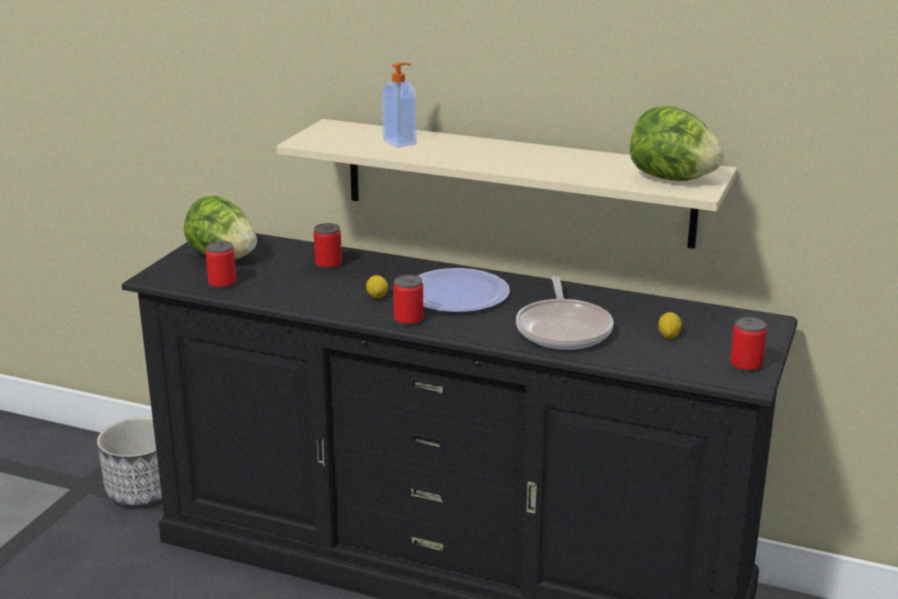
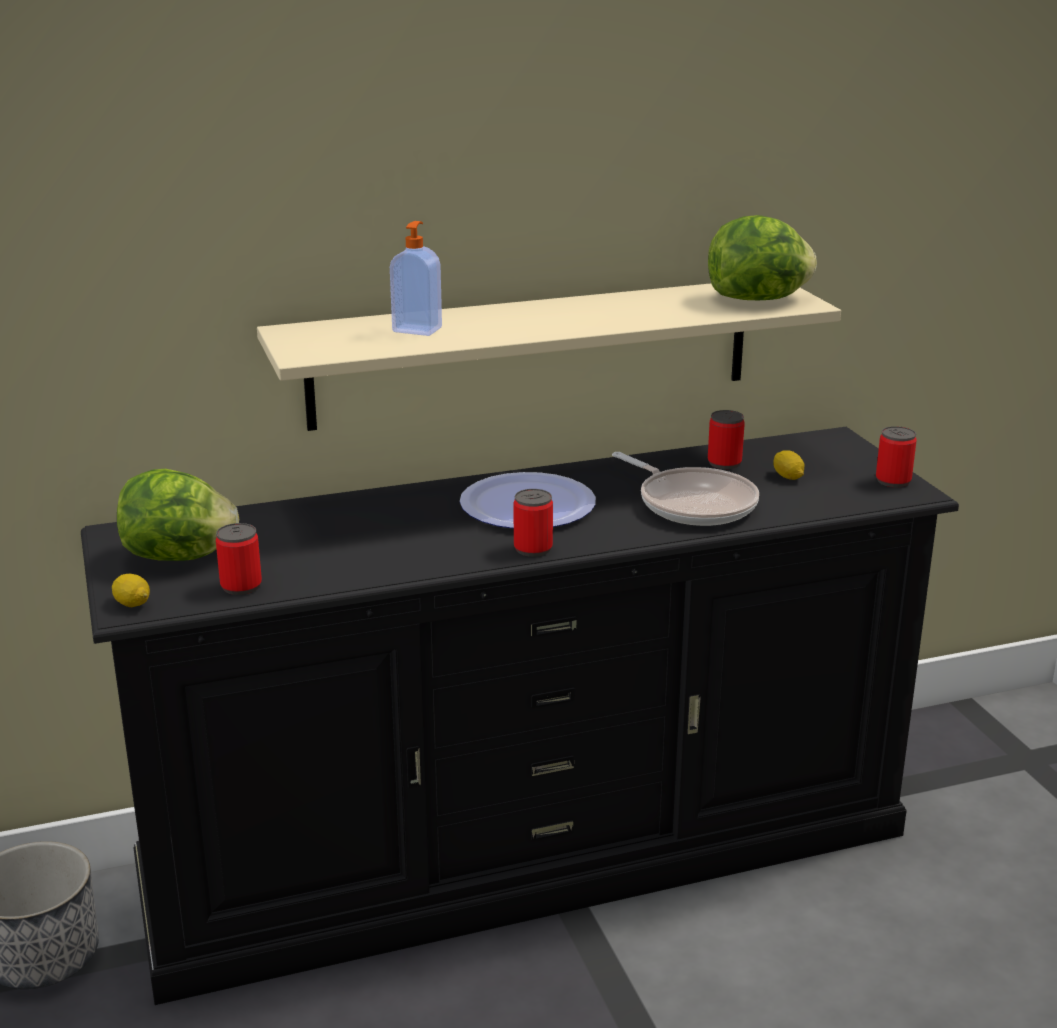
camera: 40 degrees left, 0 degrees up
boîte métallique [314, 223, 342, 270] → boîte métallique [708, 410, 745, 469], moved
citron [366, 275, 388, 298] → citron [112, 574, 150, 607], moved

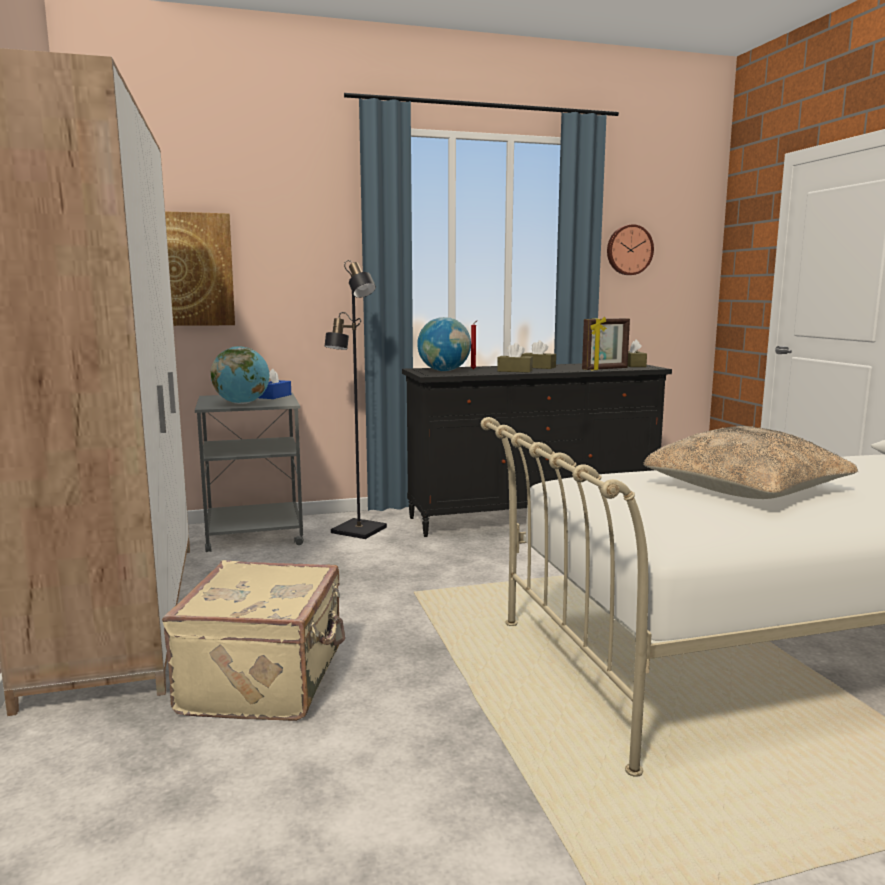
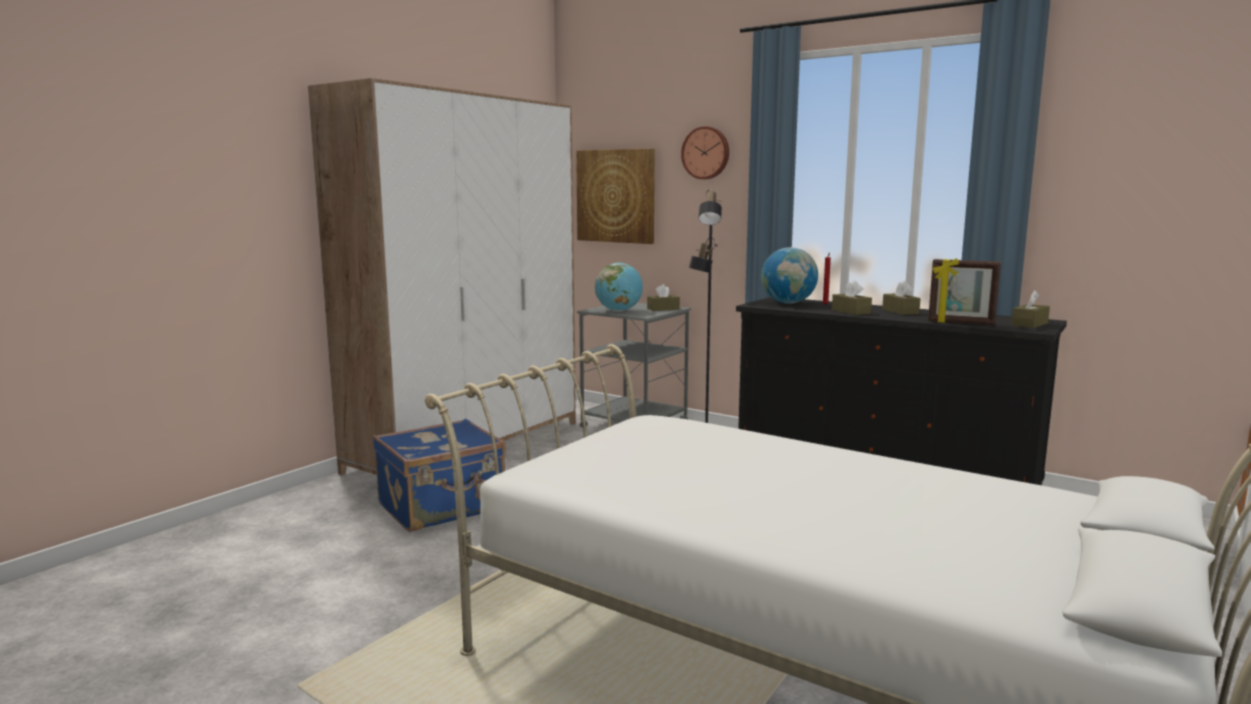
camera: 50 degrees right, 0 degrees up
coussin [beige] [643, 426, 859, 499] → -
horloge murale [607, 224, 654, 275] → horloge murale [681, 126, 729, 179], moved
valise [beige] [162, 560, 345, 721] → valise [bleu] [373, 419, 506, 532]
boîte à mouchoirs [bleu] [259, 369, 291, 399] → boîte à mouchoirs [marron] [647, 284, 680, 311]

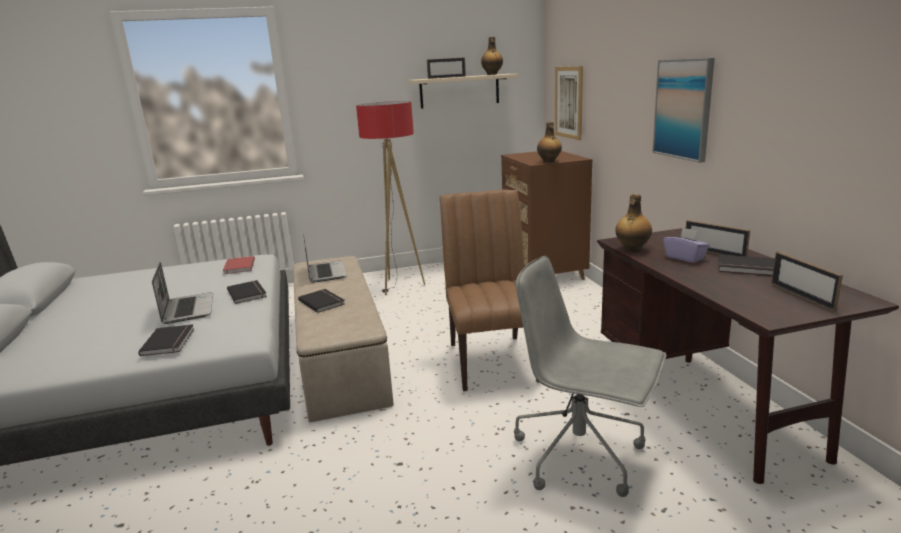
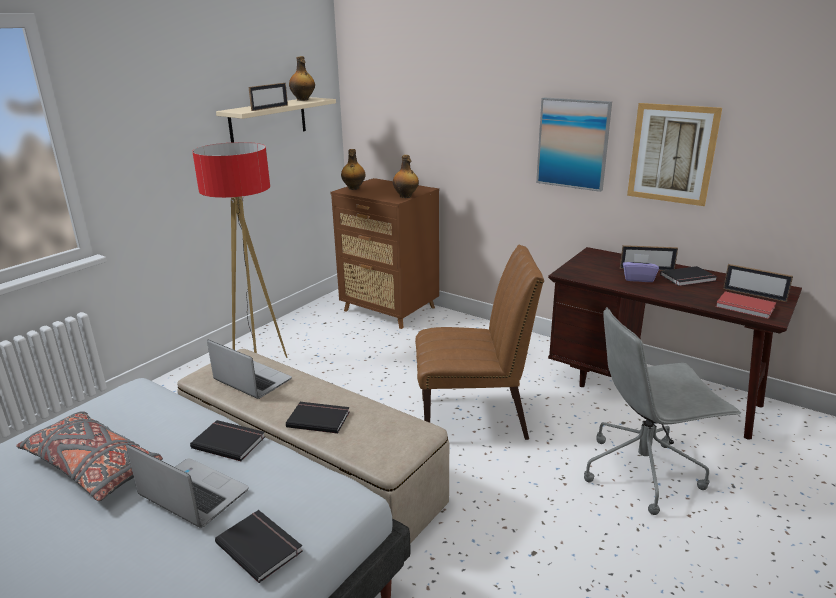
camera: 40 degrees left, 5 degrees up
- → coussin [gris] [16, 411, 163, 501]
livre [rouge] [223, 256, 255, 274] → livre [rouge] [716, 291, 776, 319], moved
tableau [555, 66, 583, 140] → tableau [627, 103, 722, 206], moved
bouteille [615, 194, 652, 252] → bouteille [341, 149, 365, 190], moved
chaise [marron] [440, 190, 539, 391] → chaise [marron] [415, 245, 544, 440], 135 degrees clockwise

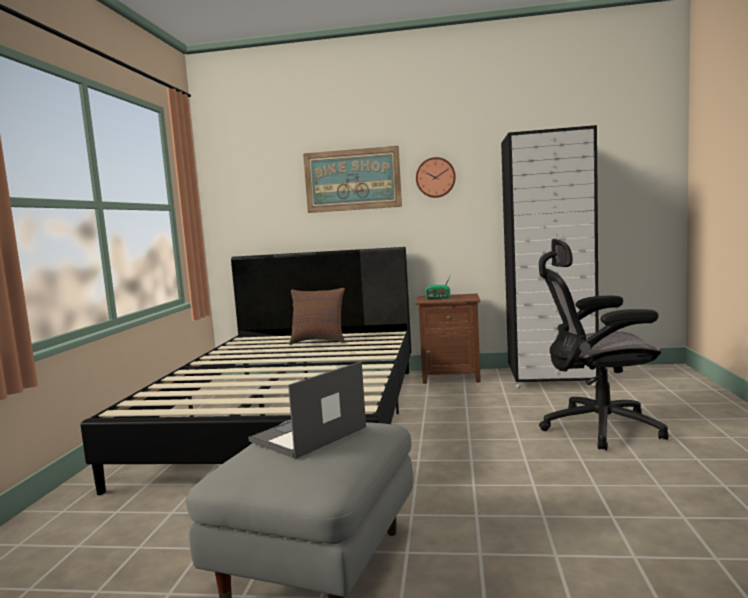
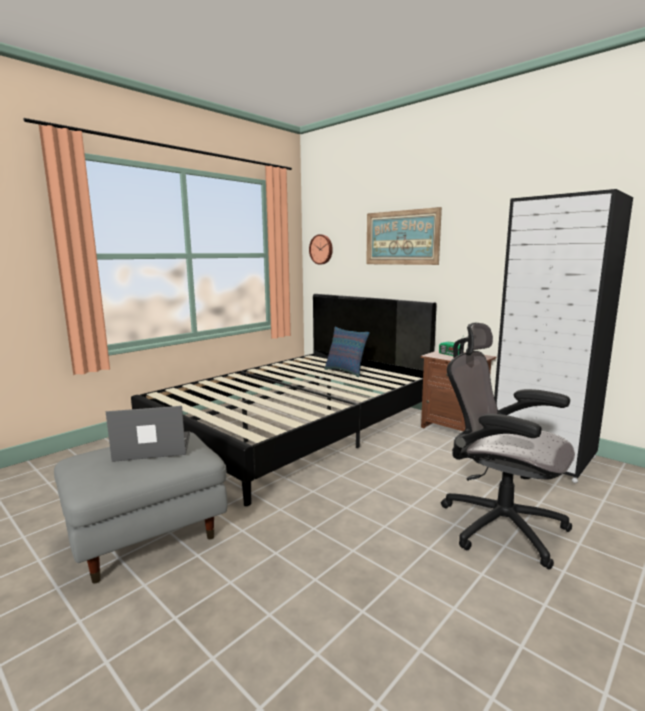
camera: 35 degrees right, 5 degrees up
horloge murale [416, 157, 456, 198] → horloge murale [309, 234, 333, 264], moved
coussin [marron] [289, 288, 345, 345] → coussin [bleu] [325, 327, 370, 377]

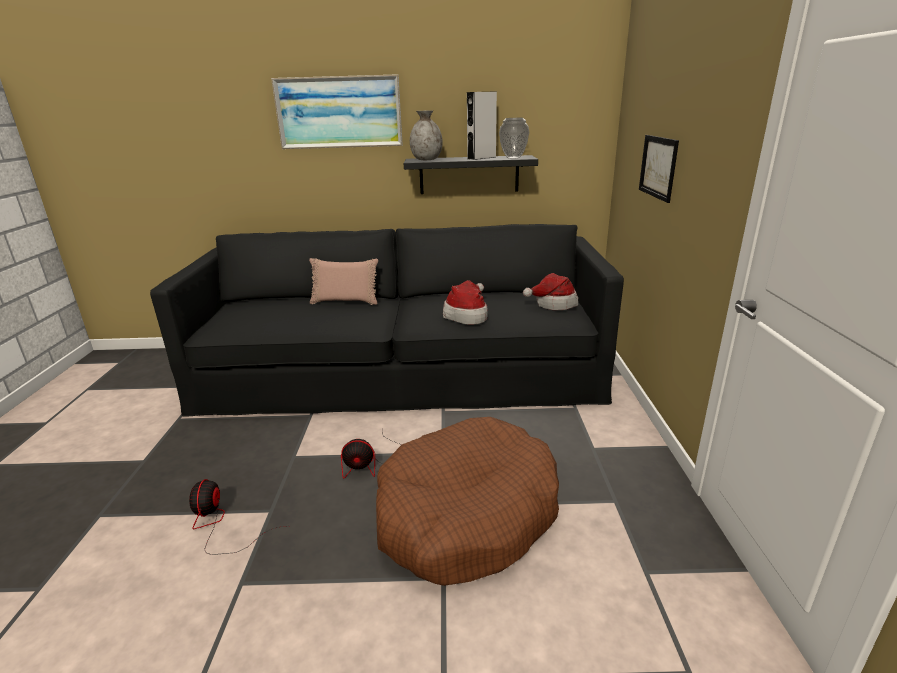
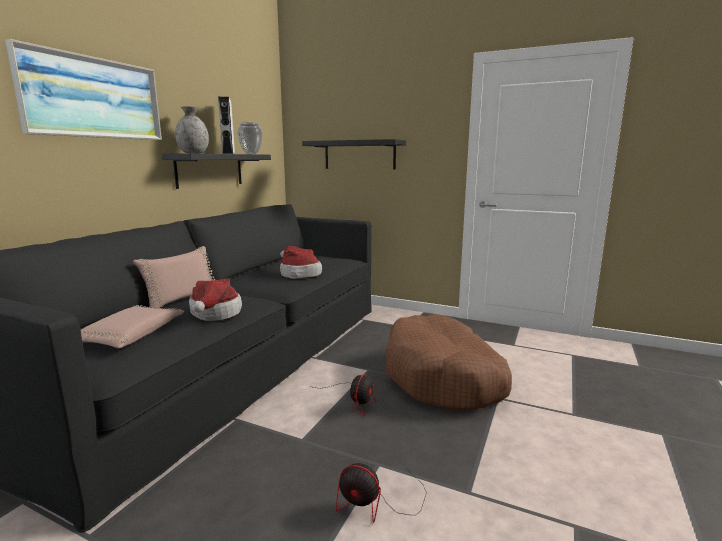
camera: 65 degrees left, 10 degrees down
- → coussin [beige] [81, 305, 184, 348]
chapeau [523, 273, 578, 310] → chapeau [189, 279, 242, 321], moved
tableau [639, 135, 679, 203] → étagère [noir] [302, 139, 406, 169]

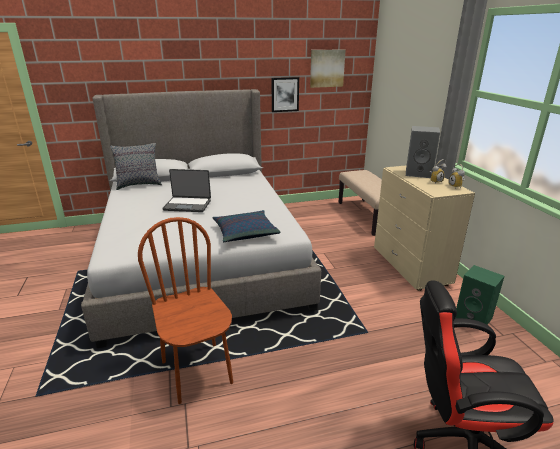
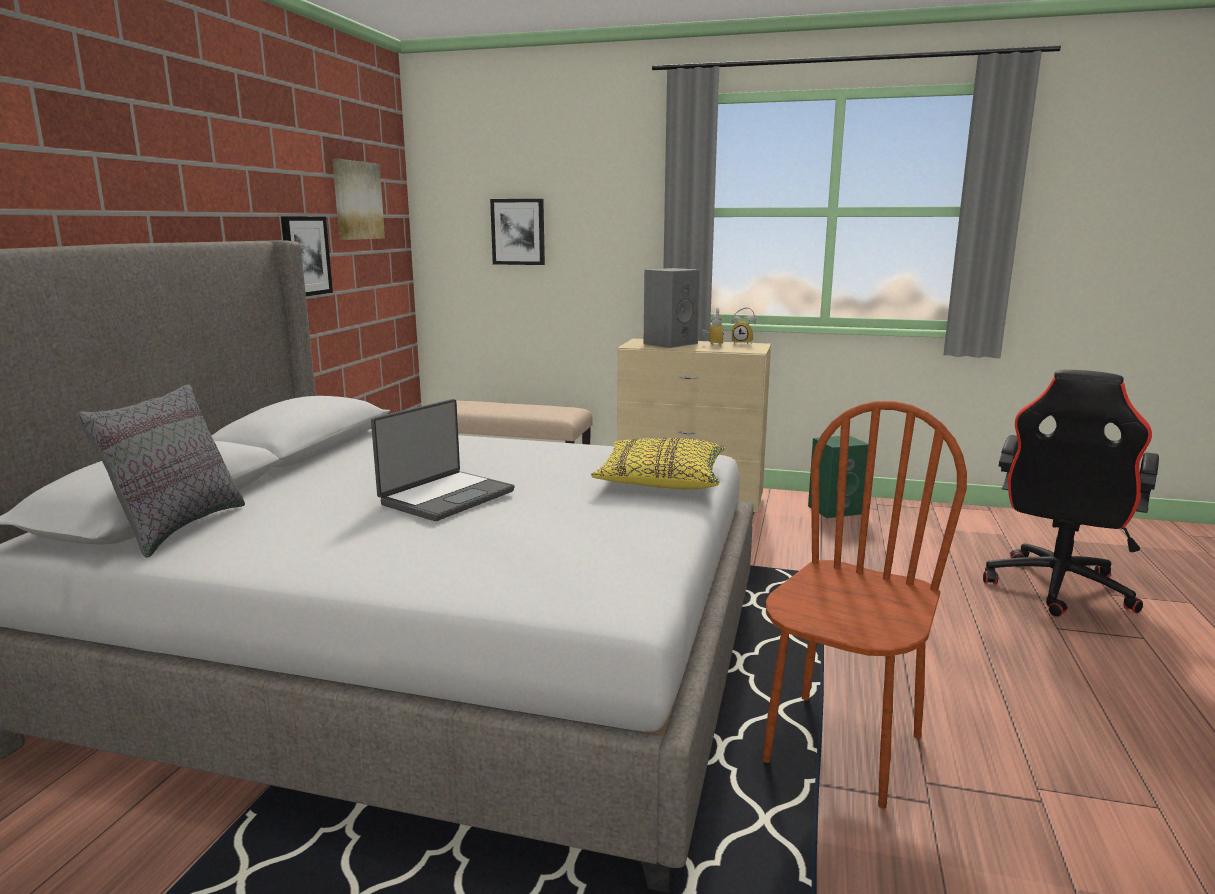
camera: 60 degrees left, 10 degrees down
- → tableau [490, 199, 545, 265]
coussin [bleu] [212, 210, 281, 242] → coussin [jaune] [591, 438, 725, 489]
chaise [marron] [138, 217, 233, 404] → chaise [marron] [763, 401, 967, 809], 120 degrees clockwise

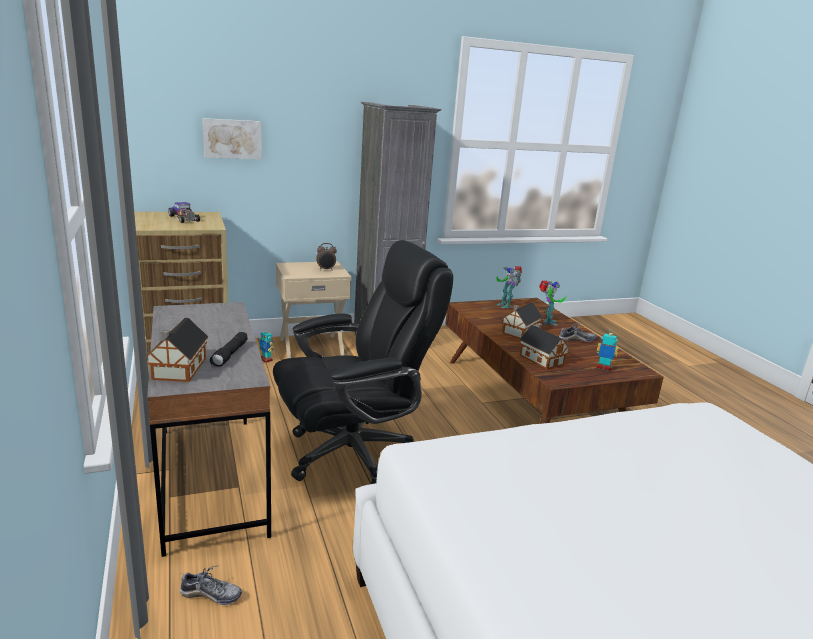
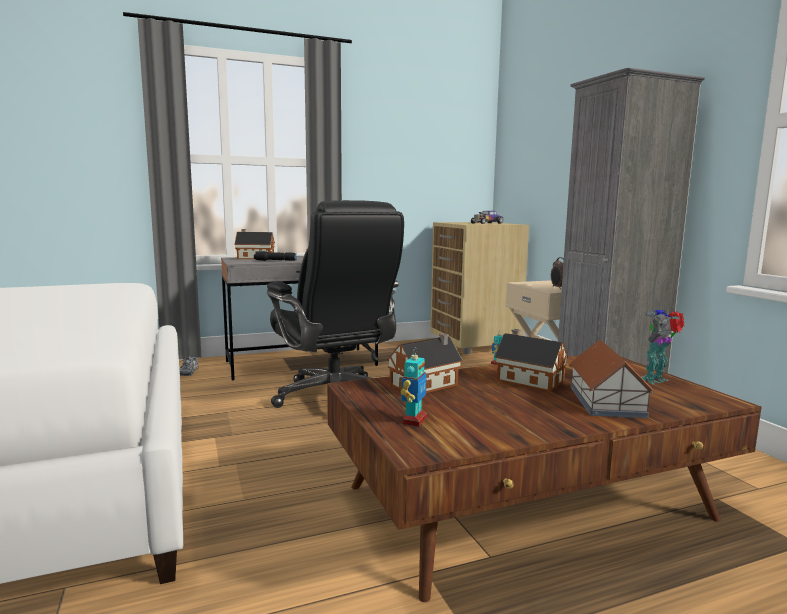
camera: 90 degrees right, 10 degrees down
tableau [203, 118, 262, 159] → -
chaussure [559, 322, 596, 342] → -
robot jouet [539, 280, 566, 325] → maison miniature [569, 339, 654, 418]

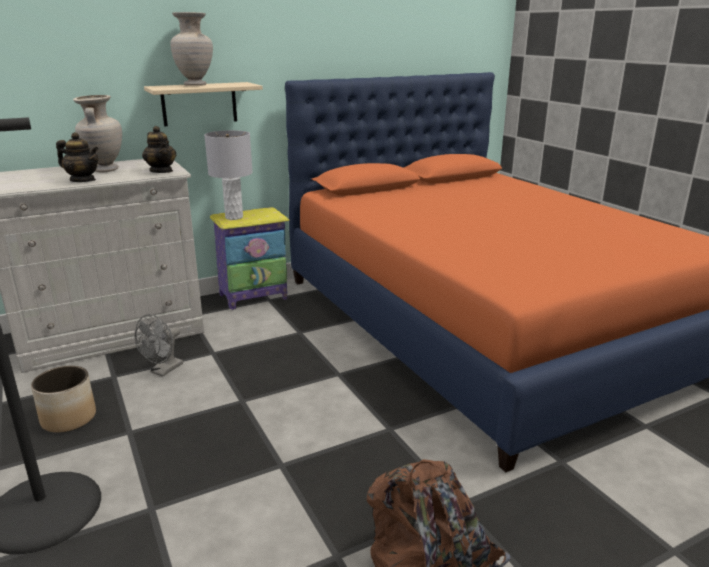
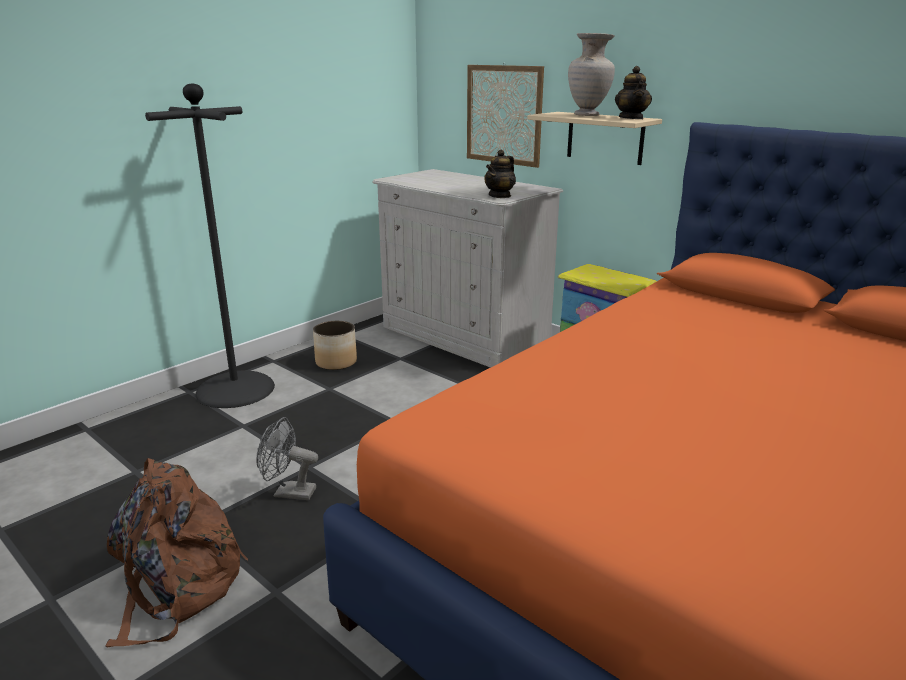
camera: 70 degrees right, 0 degrees up
vase [beige] [73, 95, 122, 172] → -
lampe de table [gris] [204, 130, 253, 220] → -
- → tableau [467, 64, 544, 168]
théière [56, 132, 99, 182] → théière [615, 66, 652, 119], moved
ventilateur [gris] [135, 314, 183, 377] → ventilateur [gris] [256, 417, 318, 500], moved

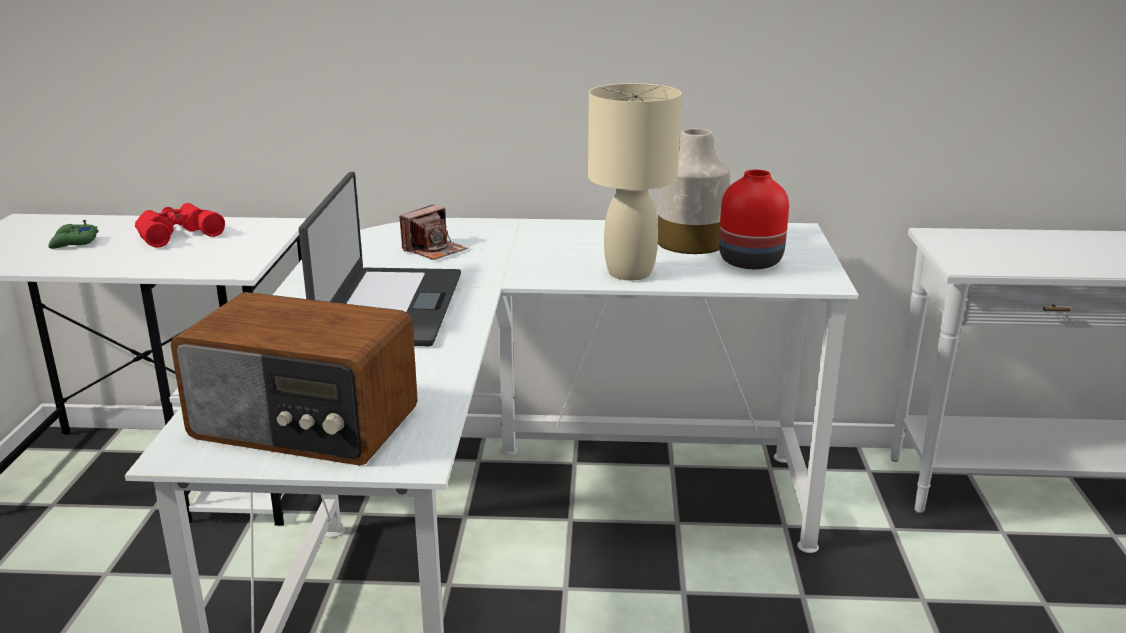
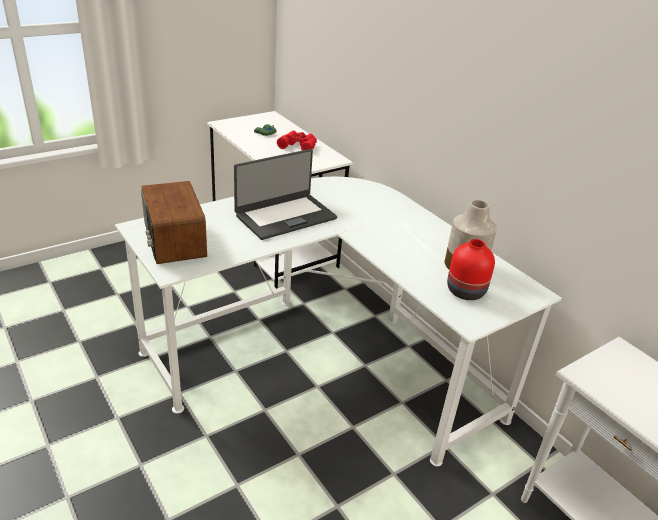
camera: 50 degrees right, 10 degrees up
appareil photo [399, 204, 467, 260] → -
lampe de table [beige] [588, 83, 682, 280] → -

